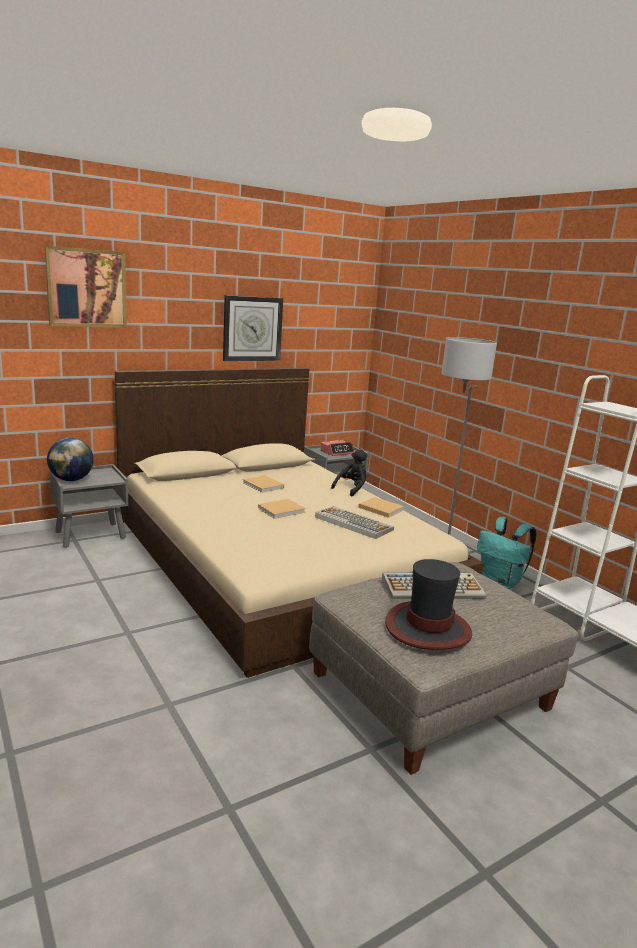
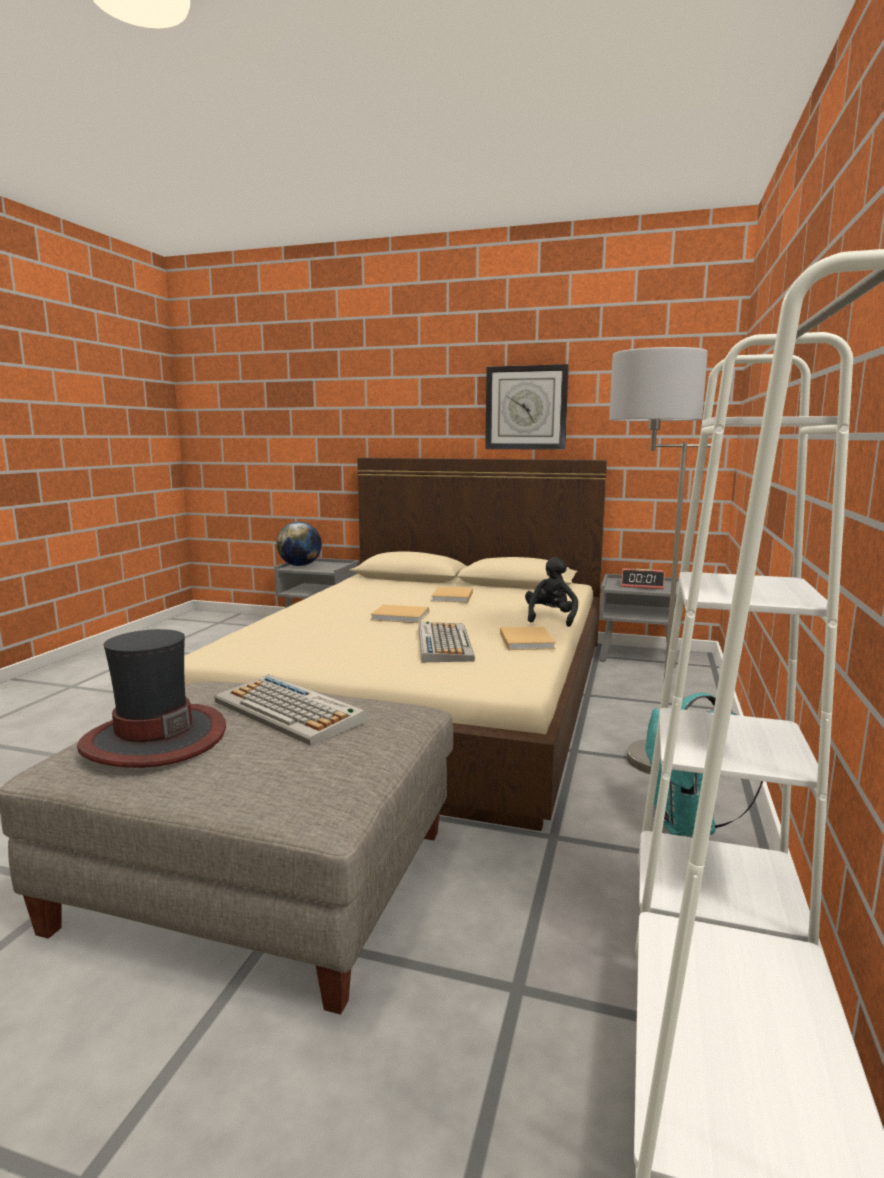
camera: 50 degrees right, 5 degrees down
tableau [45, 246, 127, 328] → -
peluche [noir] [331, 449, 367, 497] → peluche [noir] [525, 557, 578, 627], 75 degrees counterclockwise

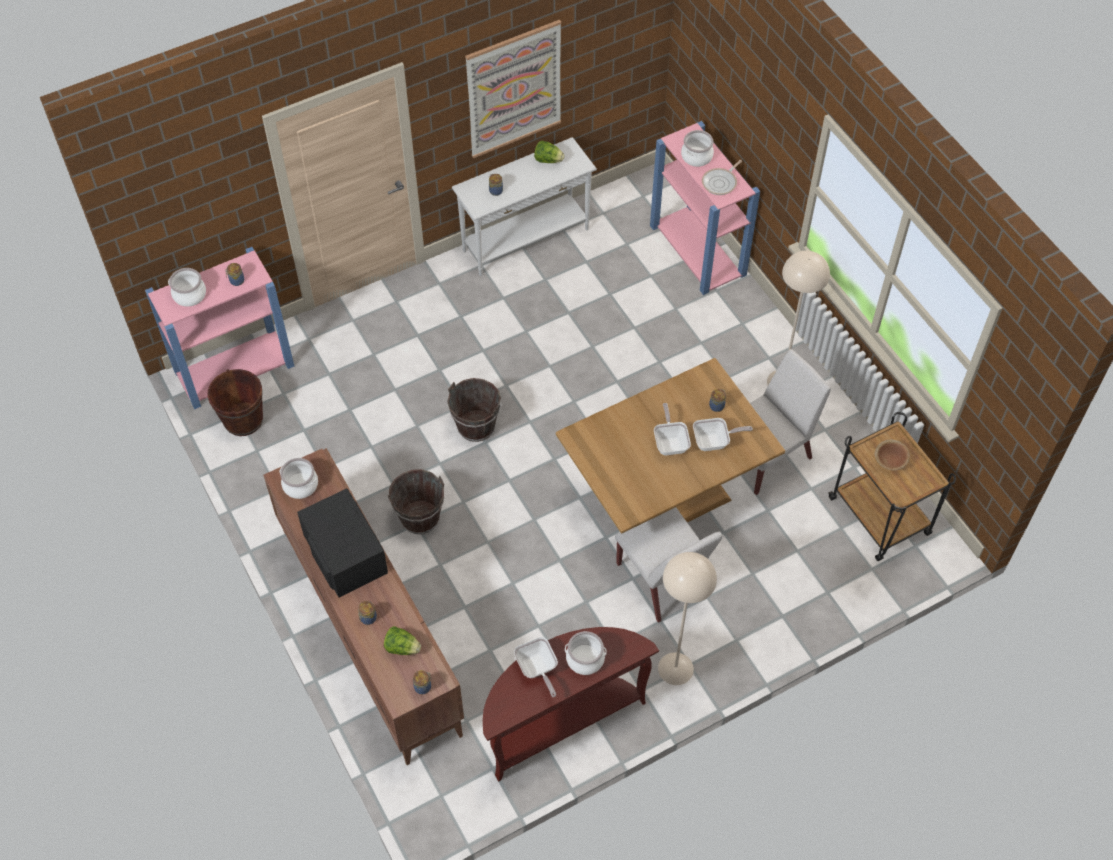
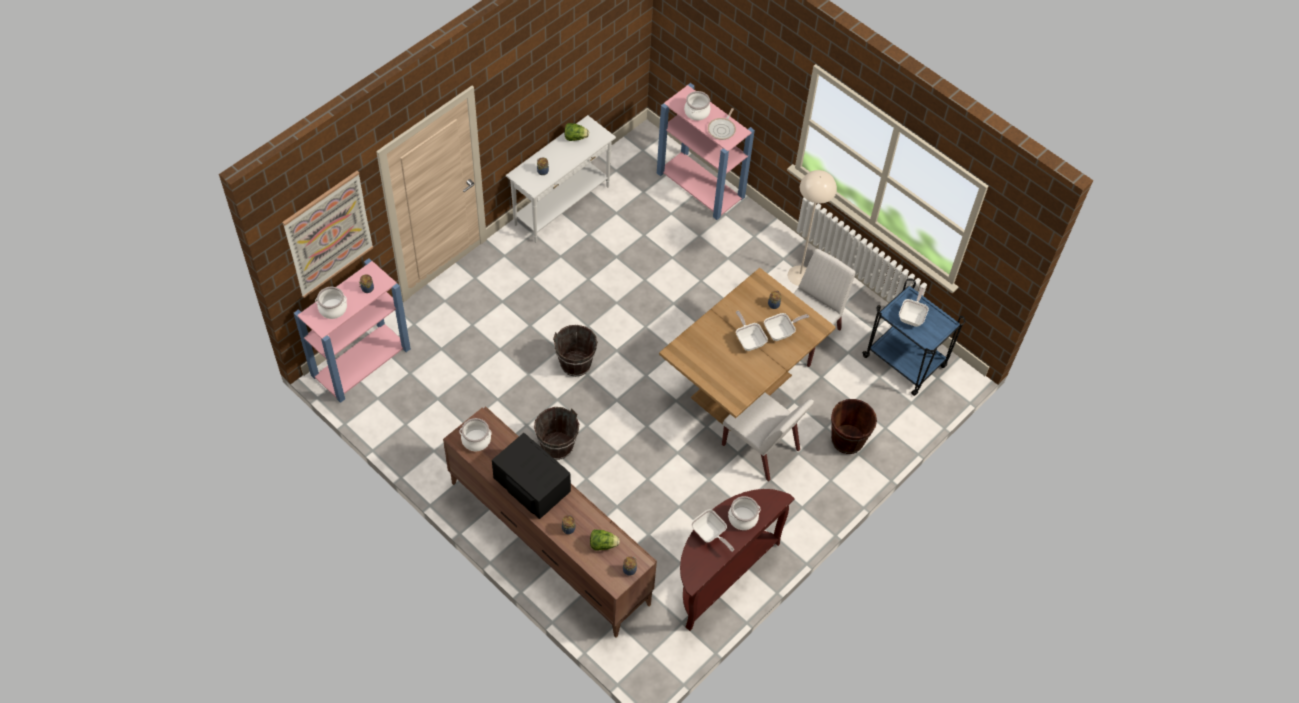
camera: 20 degrees left, 0 degrees up
lampadaire [beige] [658, 552, 717, 685] → -
seau [marron] [207, 369, 263, 436] → seau [marron] [831, 399, 877, 454], moved
tableau [465, 20, 561, 158] → tableau [282, 171, 373, 298], moved
bol [marron] [875, 440, 910, 470] → poêle [899, 287, 929, 327]
chariot [marron] [828, 412, 956, 561] → chariot [bleu] [862, 279, 965, 396]

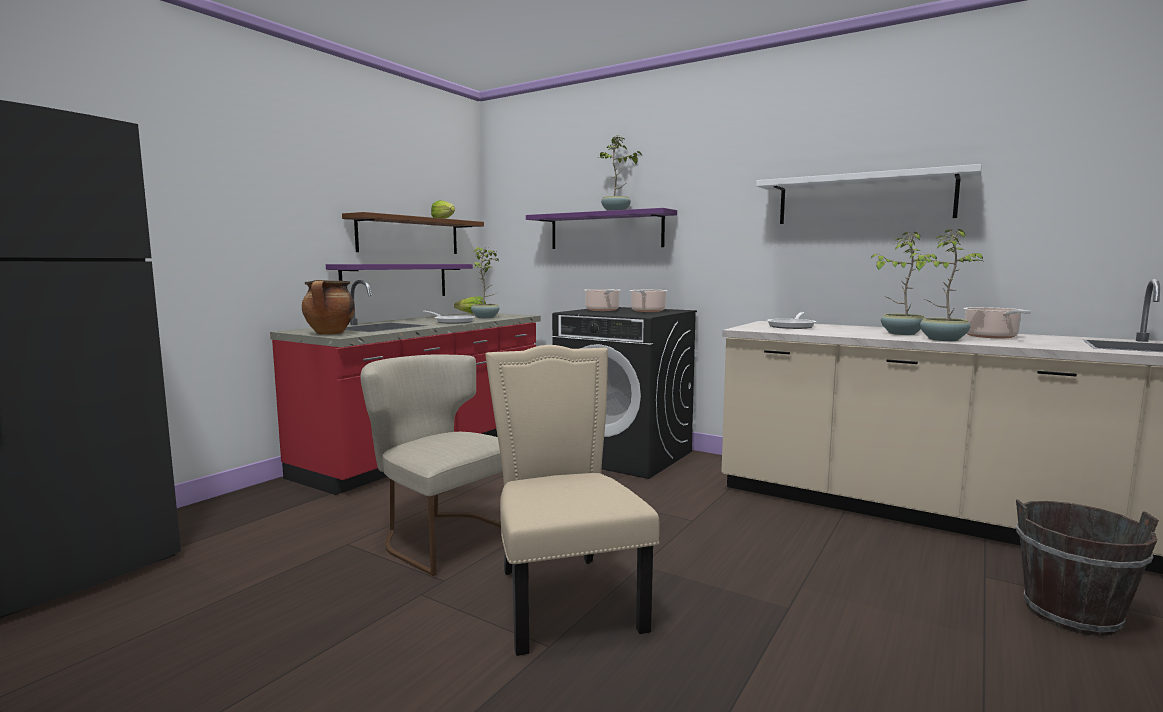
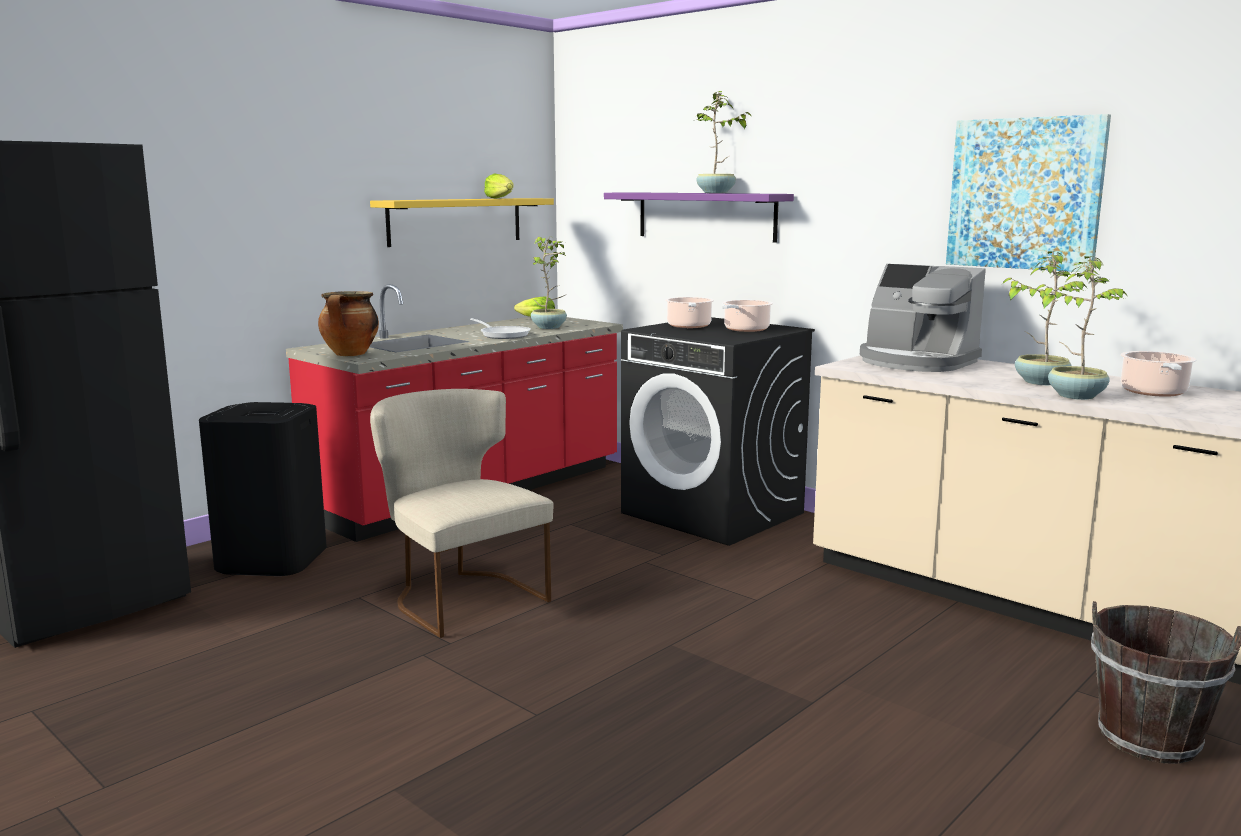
camera: 10 degrees right, 5 degrees up
étagère [violet] [326, 264, 473, 296] → -
chaise [beige] [485, 345, 660, 656] → -
- → poubelle [noir] [199, 402, 327, 576]
étagère [blanc] [756, 164, 982, 224] → tableau [946, 114, 1111, 272]
poêle [767, 312, 816, 329] → machine à café [860, 264, 986, 372]
étagère [marron] [342, 212, 484, 254] → étagère [jaune] [370, 198, 554, 247]

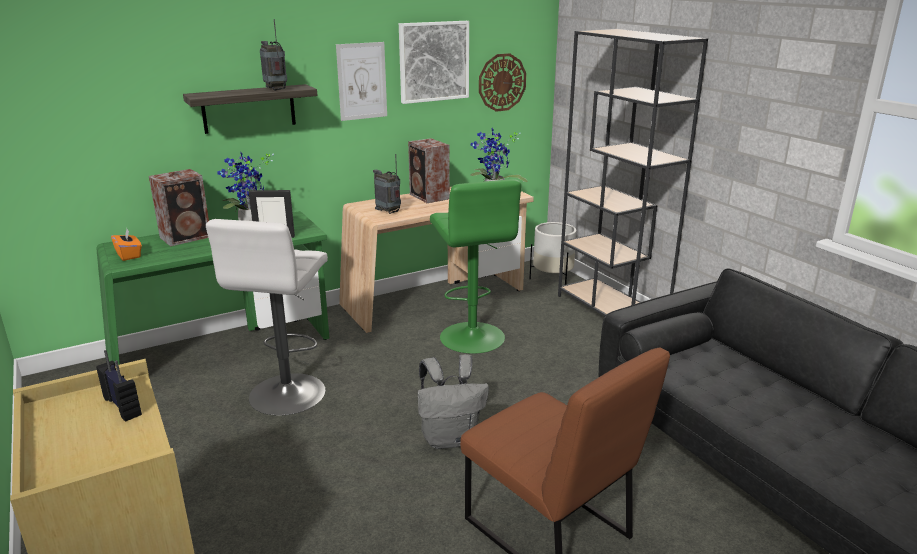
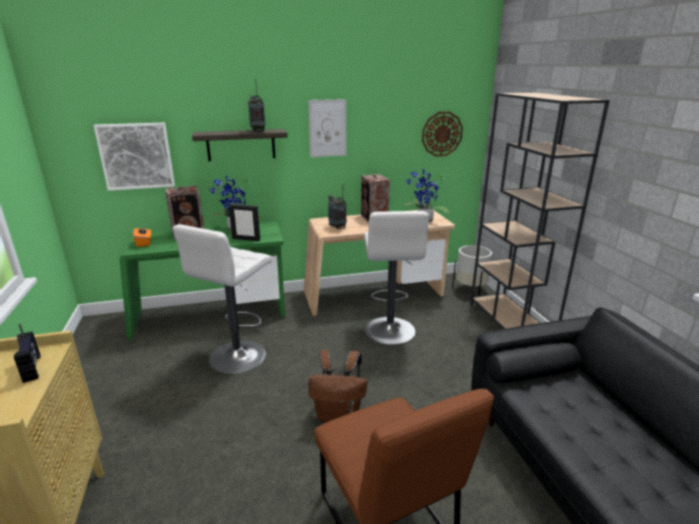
camera: 15 degrees right, 0 degrees up
tableau [399, 21, 469, 104] → tableau [93, 123, 175, 191], moved
sac à dos [gris] [418, 354, 489, 449] → sac à dos [marron] [308, 350, 367, 423]
tabouret [vert] [430, 179, 521, 354] → tabouret [blanc] [364, 211, 429, 345]

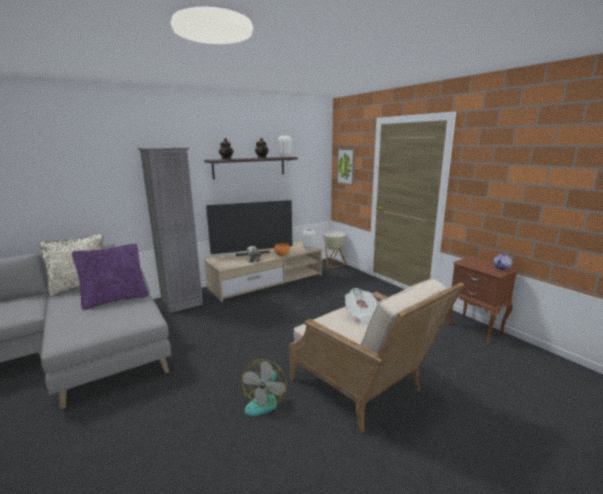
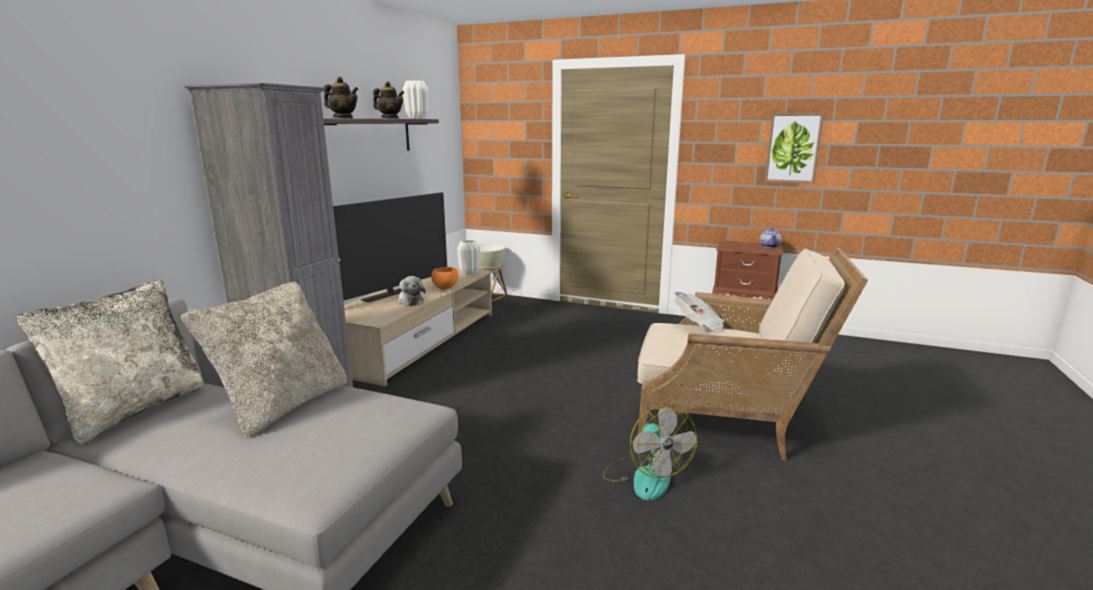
camera: 35 degrees left, 0 degrees up
tableau [337, 148, 355, 186] → tableau [764, 113, 824, 184], moved
coussin [violet] [72, 244, 148, 310] → coussin [beige] [181, 282, 347, 438]

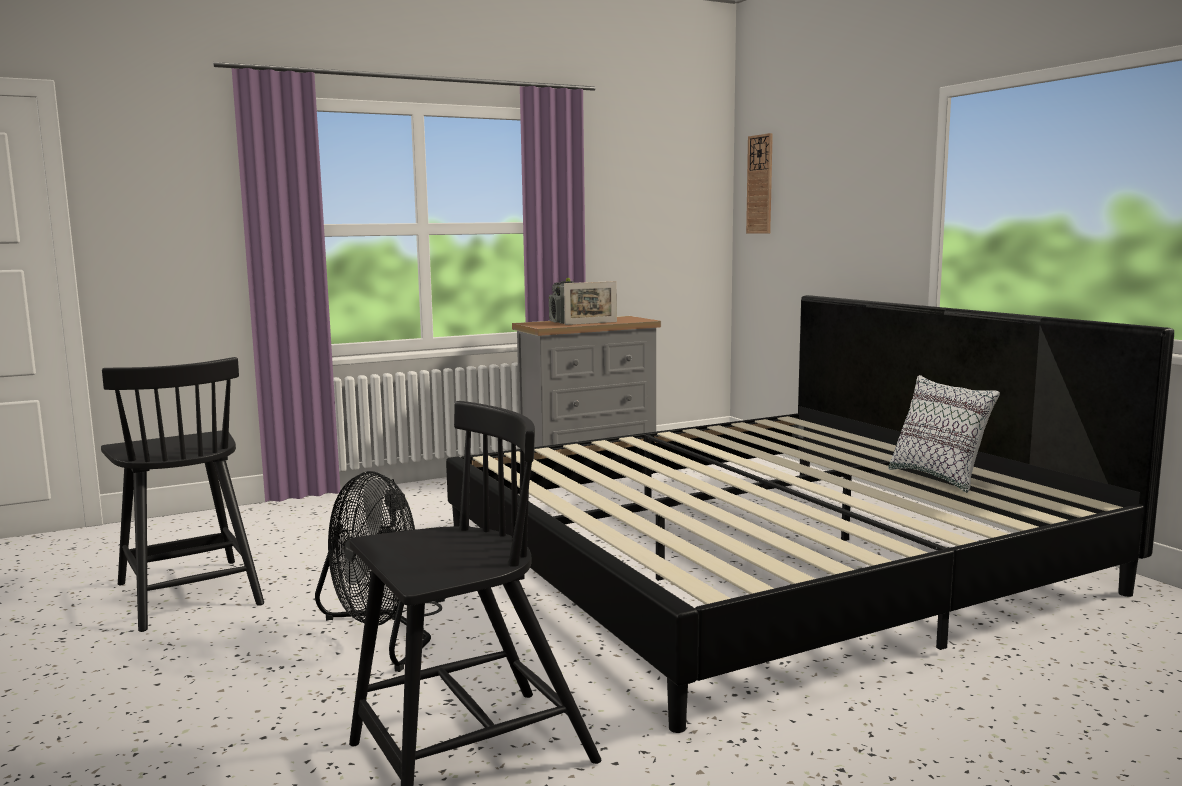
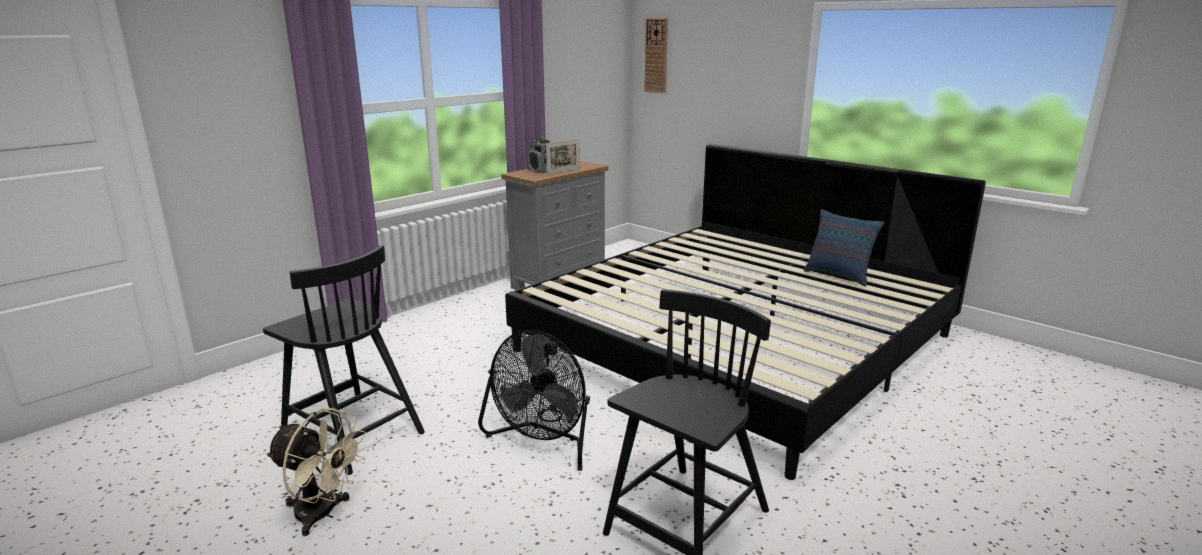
camera: 20 degrees left, 10 degrees up
- → ventilateur [beige] [266, 408, 366, 536]
coussin [blanc] [888, 375, 1000, 493] → coussin [bleu] [804, 209, 884, 287]

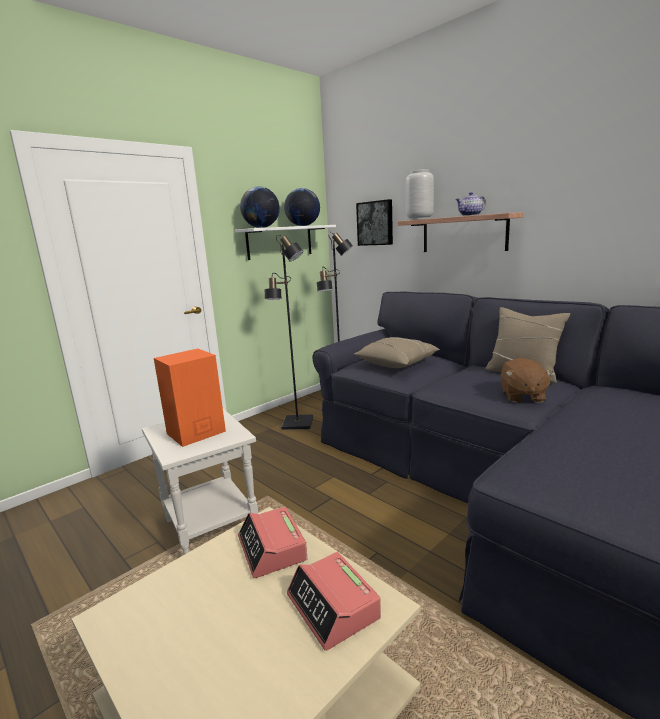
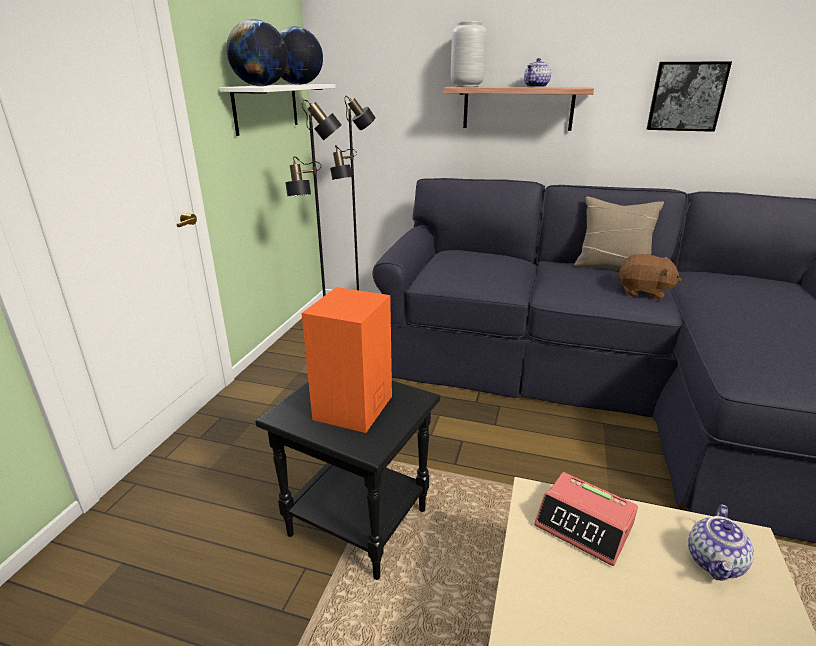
camera: 30 degrees left, 10 degrees up
coussin [beige] [354, 337, 440, 368] → -
tableau [356, 199, 393, 246] → tableau [647, 61, 732, 132], moved
réveil [287, 552, 381, 651] → théière [688, 504, 754, 581]
table d'appoint [blanc] [142, 409, 258, 555] → table d'appoint [noir] [255, 381, 440, 580]
peluche [marron] [501, 358, 553, 403] → peluche [marron] [618, 254, 682, 300], 45 degrees counterclockwise

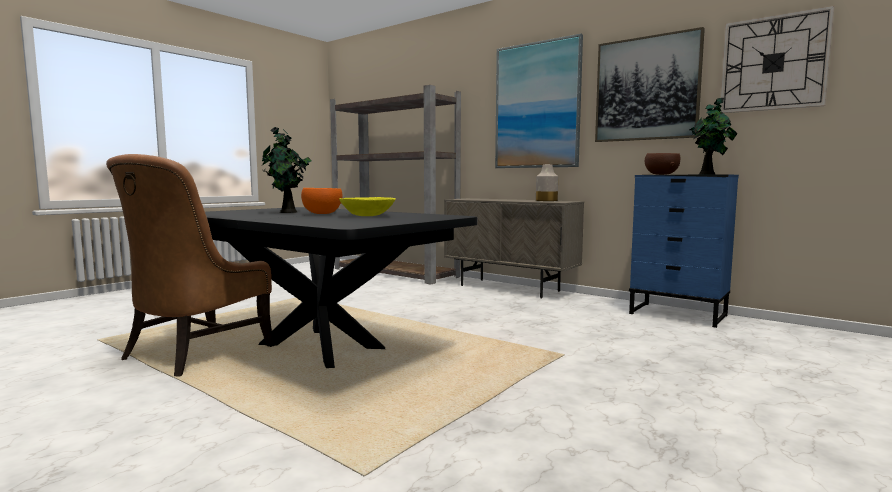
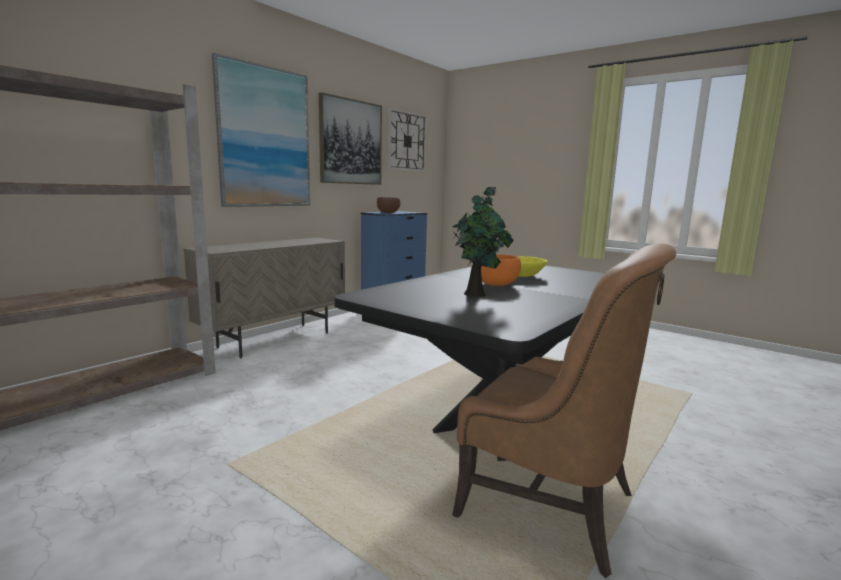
camera: 90 degrees left, 5 degrees up
vase [beige] [536, 164, 558, 201] → -
plante en pot [689, 98, 738, 174] → -

